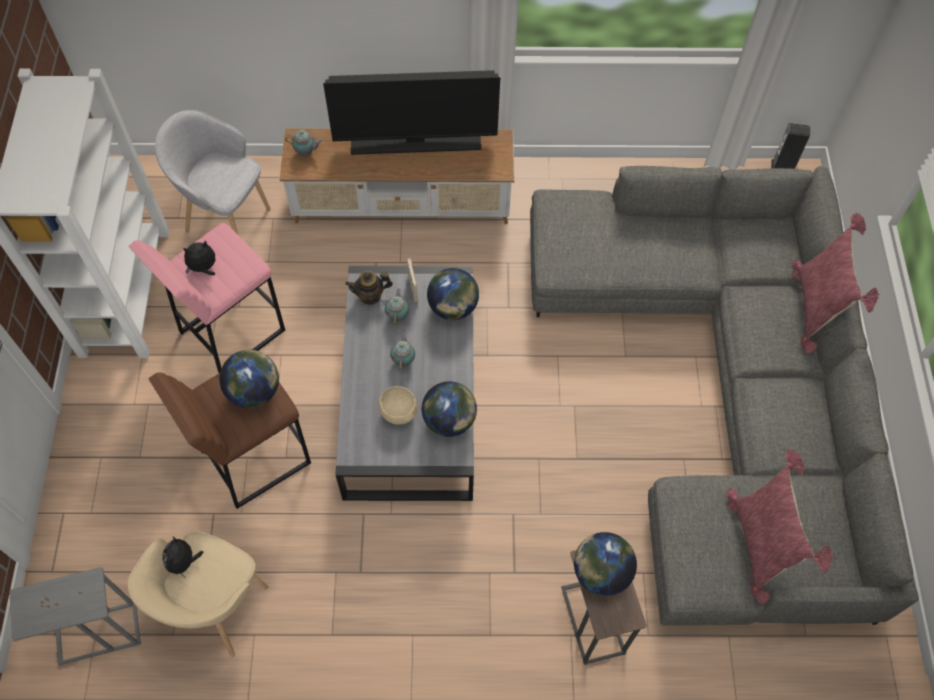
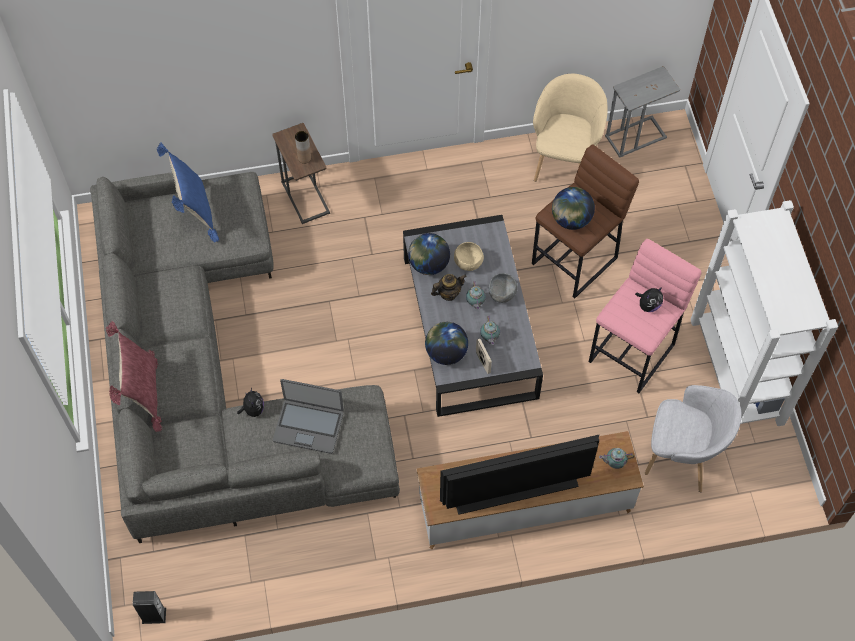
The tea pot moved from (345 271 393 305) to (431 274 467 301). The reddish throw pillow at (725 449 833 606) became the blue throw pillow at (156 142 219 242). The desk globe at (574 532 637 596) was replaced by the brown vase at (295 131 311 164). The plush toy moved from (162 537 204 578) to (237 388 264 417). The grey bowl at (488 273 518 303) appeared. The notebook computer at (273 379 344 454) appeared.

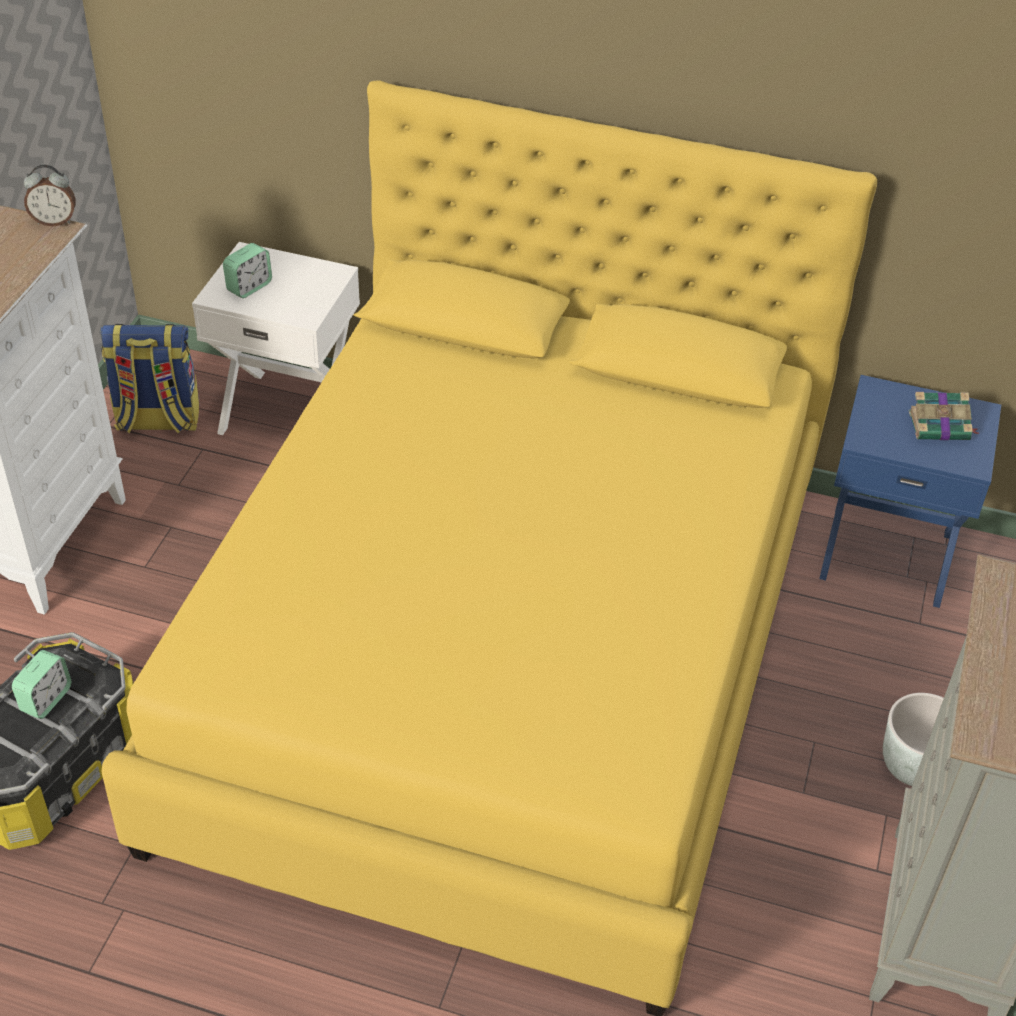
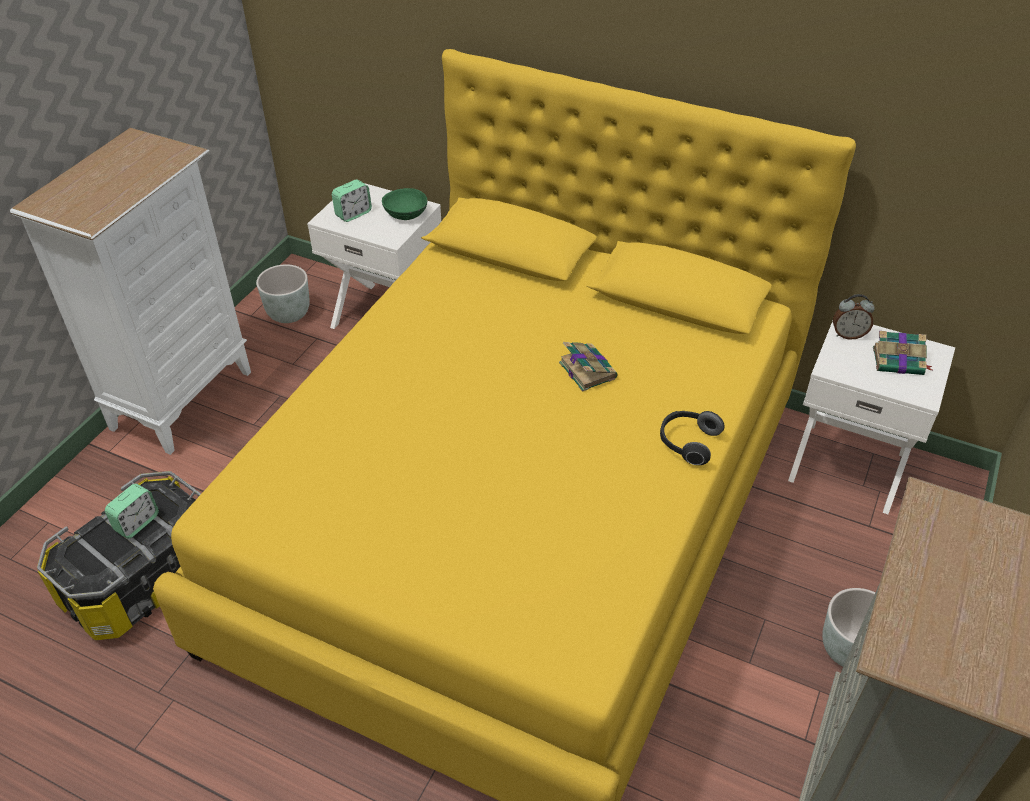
The table clock moved from (24 165 75 226) to (833 294 875 340). The knapsack at (101 324 199 433) was replaced by the grey plant pot at (256 264 310 323). The blue nightstand at (819 375 1001 608) became the white nightstand at (788 321 955 514). The green bowl at (382 188 427 220) appeared. The bound book at (559 342 617 392) appeared. The headphones at (660 411 725 465) appeared.

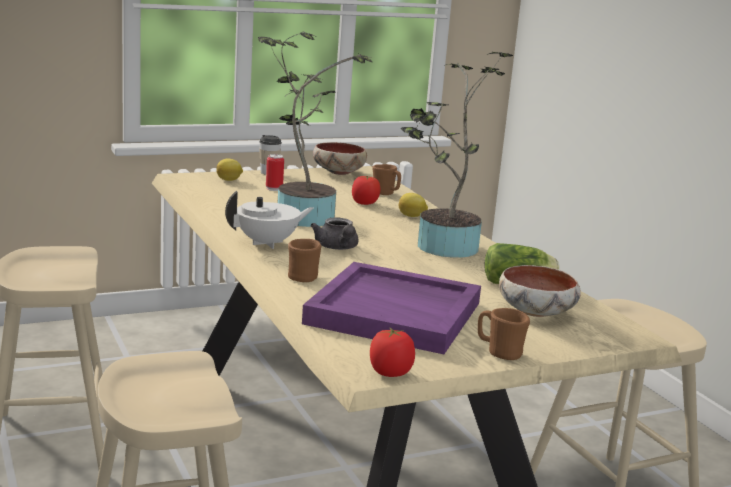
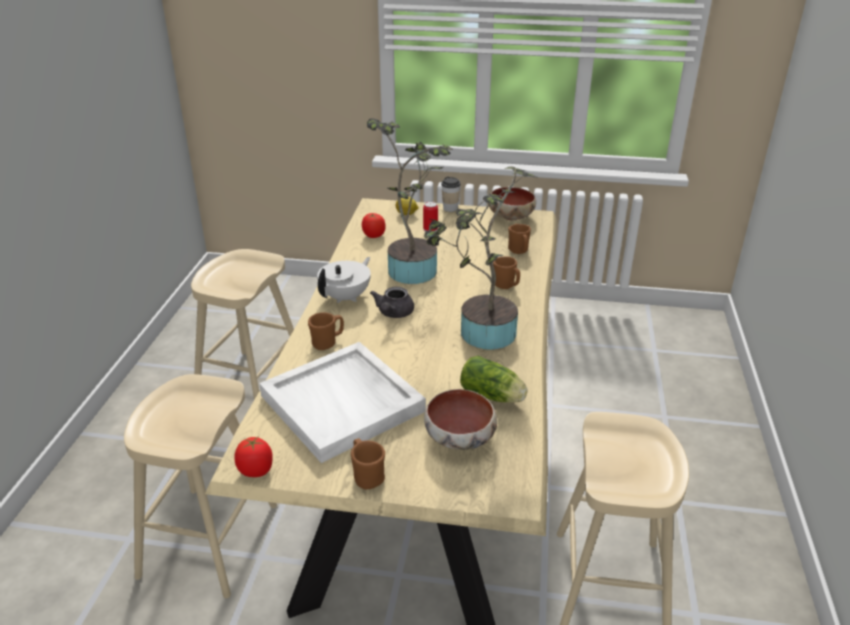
The tomato moved from (352 176 381 205) to (362 213 386 238). The white tea pot at (225 191 314 249) turned 60 degrees counterclockwise. The whole lemon at (398 193 428 217) was replaced by the brown tea mug at (493 256 520 289). The purplish serving tray at (302 262 481 354) became the white serving tray at (259 342 426 463).

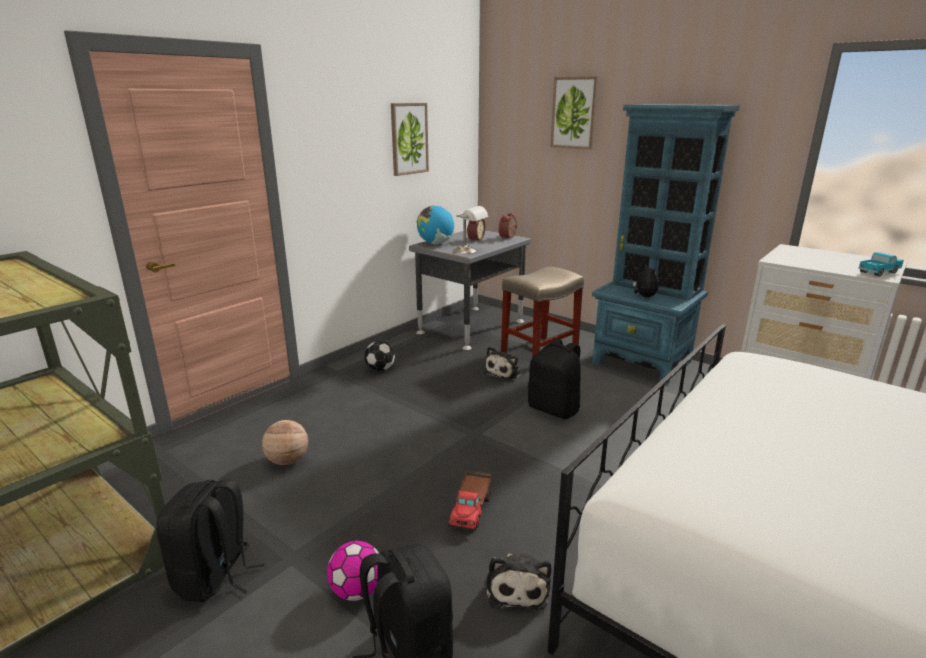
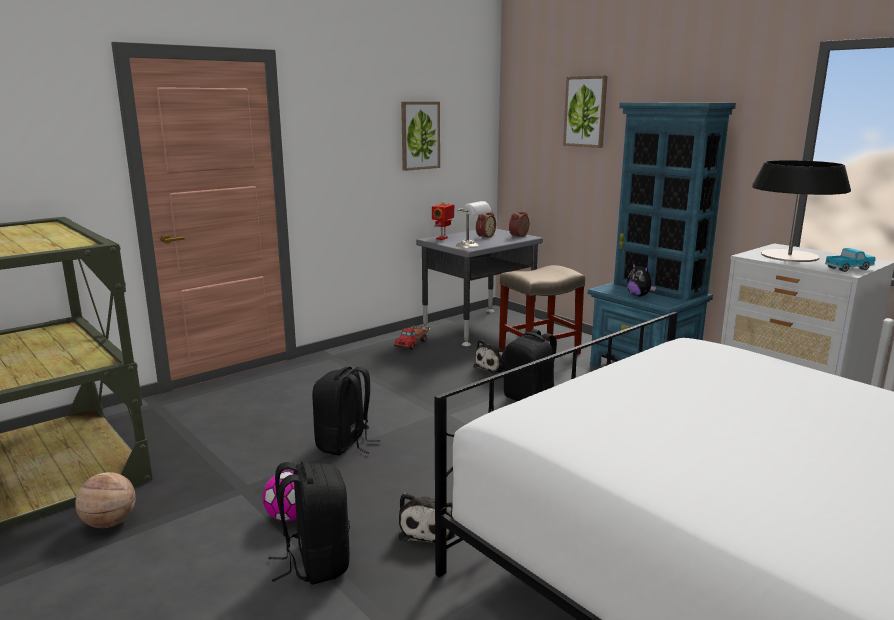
The desk globe at (417 205 454 244) was replaced by the toy robot at (432 201 454 240). The plush toy at (633 264 659 297) turned 150 degrees clockwise. The football at (364 341 395 371) disappeared. The ball for basketball moved from (262 420 308 465) to (75 472 136 528). The toy lorry moved from (448 471 491 531) to (394 325 429 349). The black-coloured knapsack moved from (156 479 264 602) to (312 367 380 456). The tabletop lamp at (752 160 851 262) appeared.

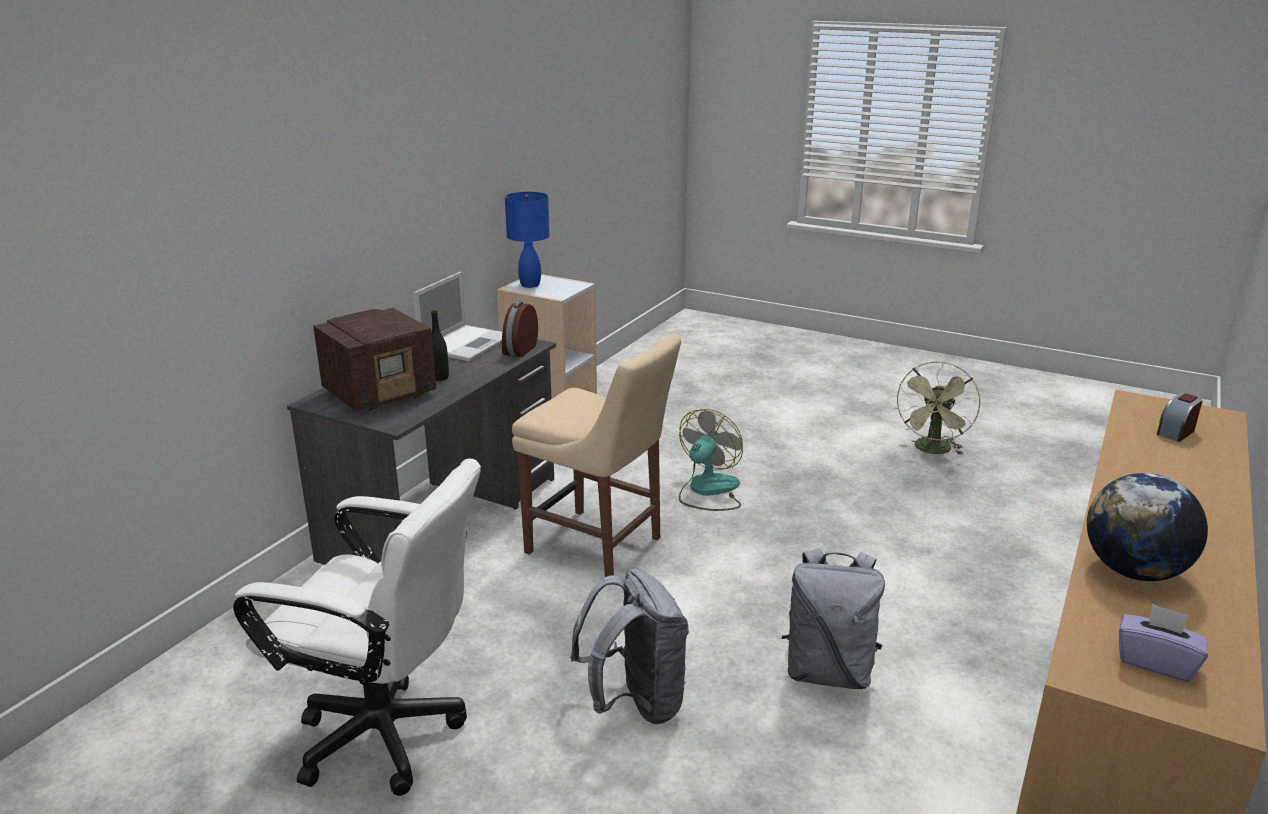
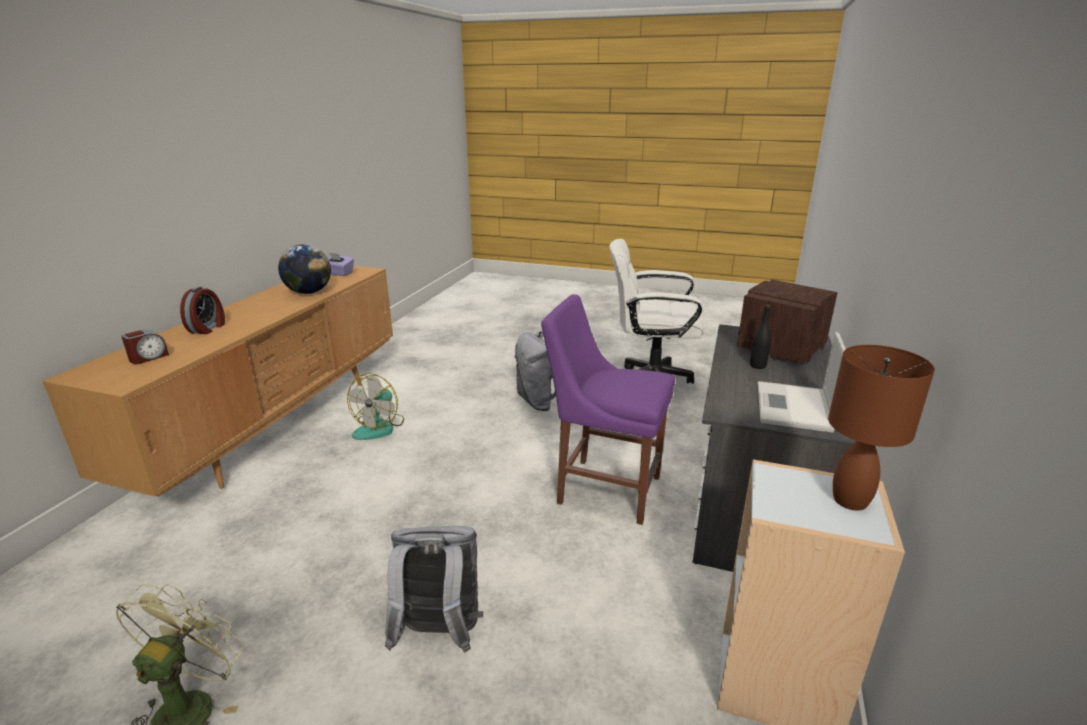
The blue tabletop lamp at (505 192 550 288) became the brown tabletop lamp at (828 345 935 510). The table clock moved from (502 301 538 357) to (180 287 225 334). The beige plain chair at (512 333 681 577) became the purplish plain chair at (541 294 675 525). The electric fan moved from (679 409 743 511) to (347 373 404 440). The grey knapsack moved from (782 548 885 689) to (385 526 483 653).

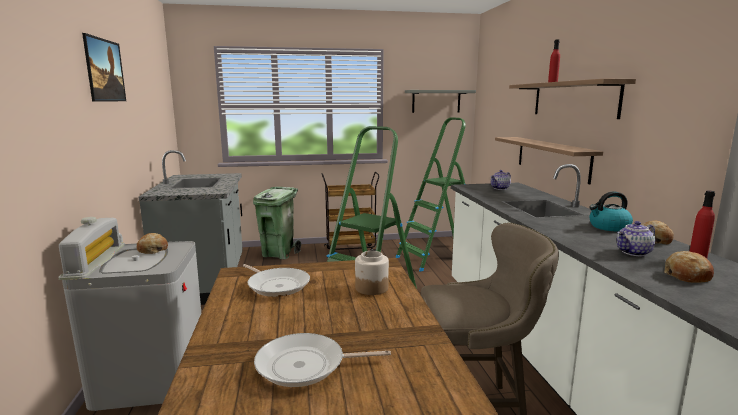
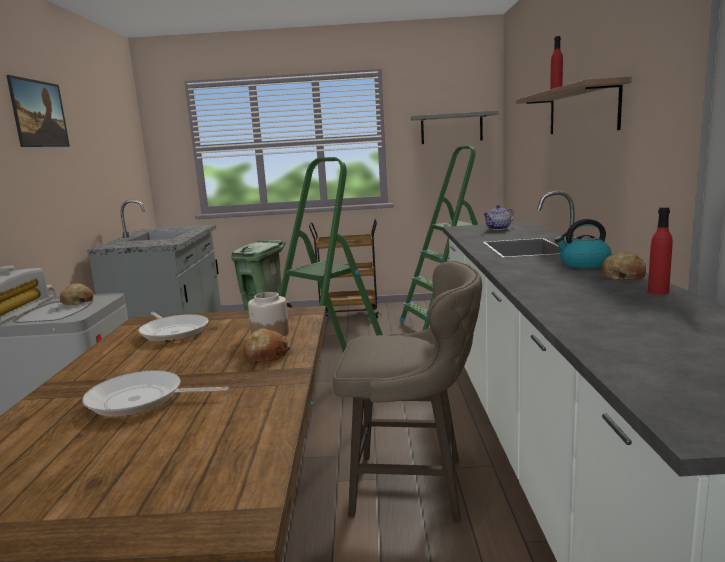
The bracket shelf at (495 137 603 184) disappeared. The tea pot at (617 221 655 256) disappeared. The bread moved from (664 251 714 283) to (243 328 290 362).

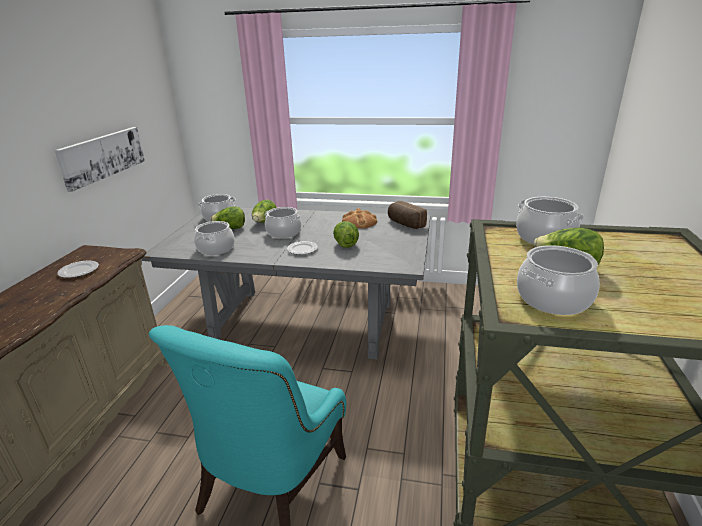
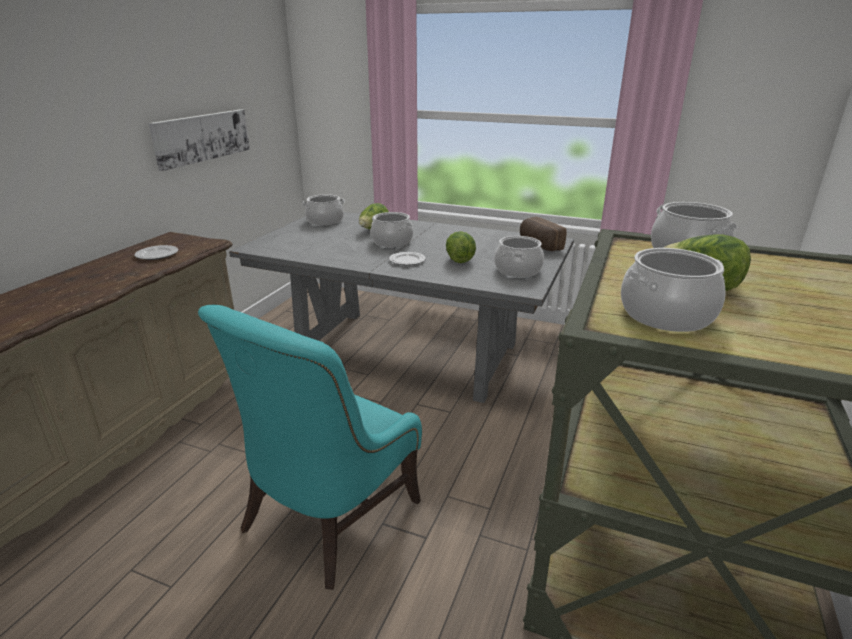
The head of lettuce at (210 207 245 229) disappeared. The bread at (342 208 377 228) disappeared. The saucepot moved from (194 221 235 255) to (494 236 544 277).

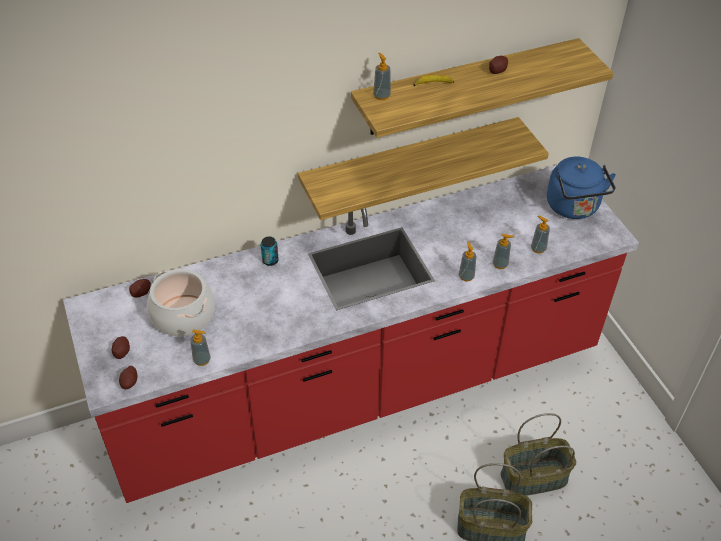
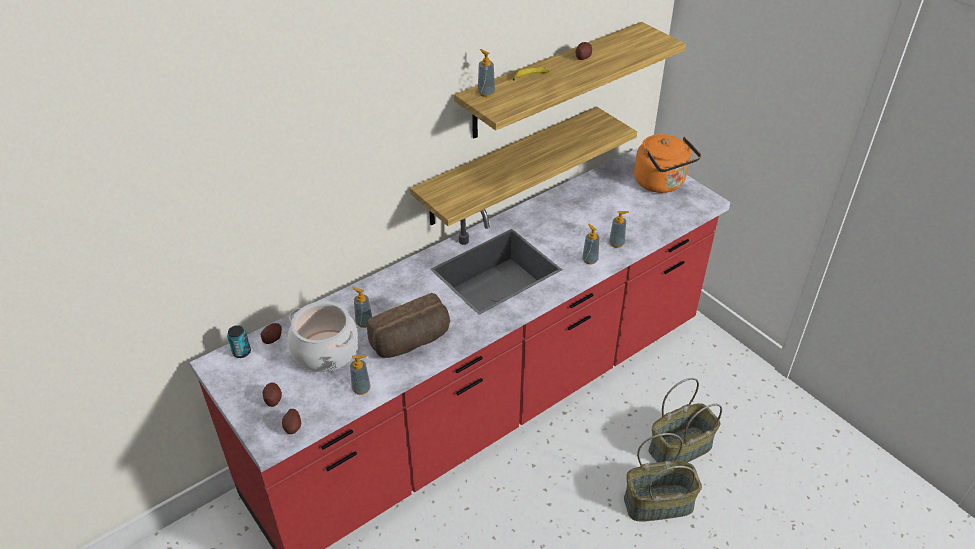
The blue tea kettle at (547 157 616 219) became the orange tea kettle at (634 134 701 193). The soap bottle moved from (531 215 550 253) to (352 287 372 328). The can moved from (261 236 279 266) to (227 325 251 358). The bread at (367 293 450 358) appeared.

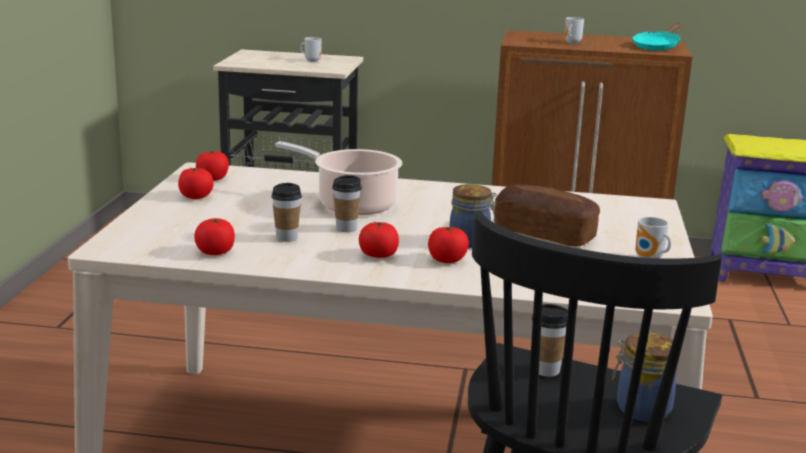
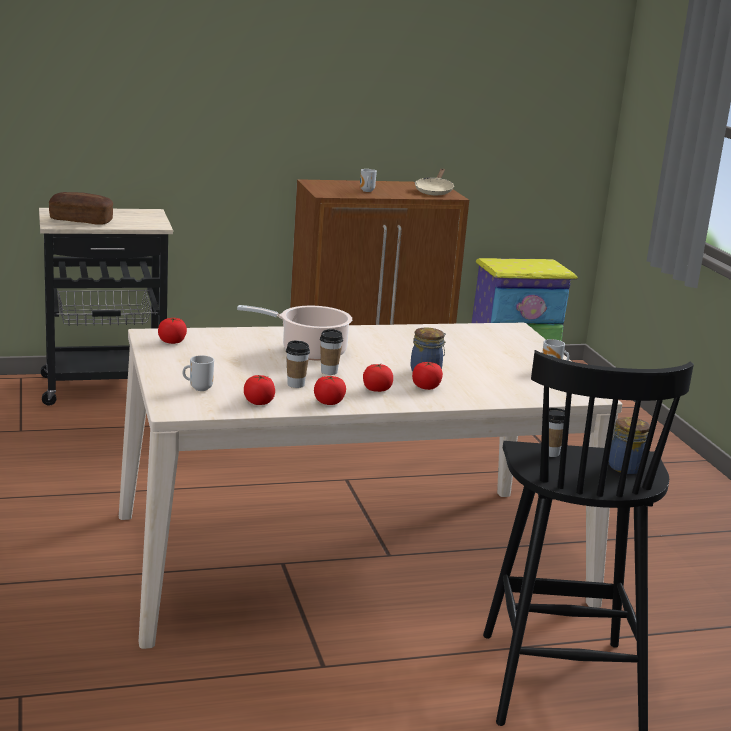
The blue-green skillet at (633 23 682 51) became the beige skillet at (415 169 454 195). The tea mug moved from (300 37 322 62) to (183 355 214 391). The tomato moved from (178 168 214 199) to (314 376 346 405). The bread moved from (494 184 600 247) to (49 192 113 225).

